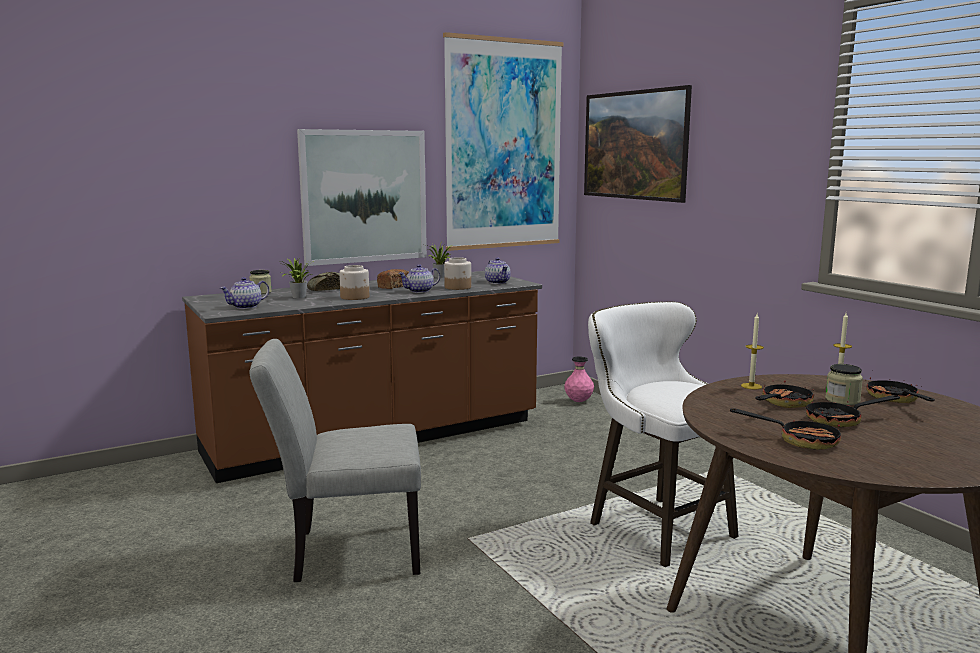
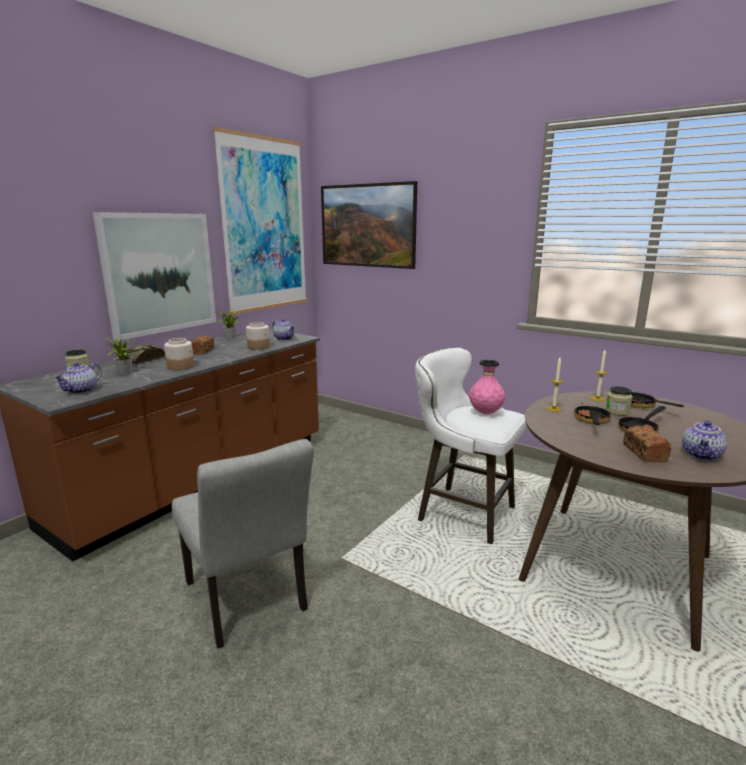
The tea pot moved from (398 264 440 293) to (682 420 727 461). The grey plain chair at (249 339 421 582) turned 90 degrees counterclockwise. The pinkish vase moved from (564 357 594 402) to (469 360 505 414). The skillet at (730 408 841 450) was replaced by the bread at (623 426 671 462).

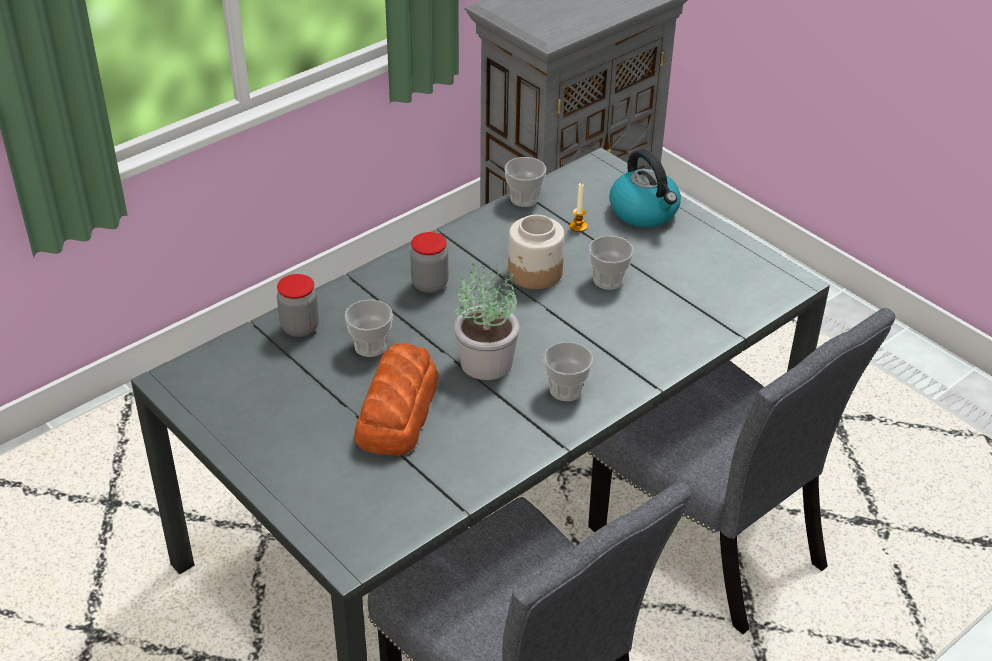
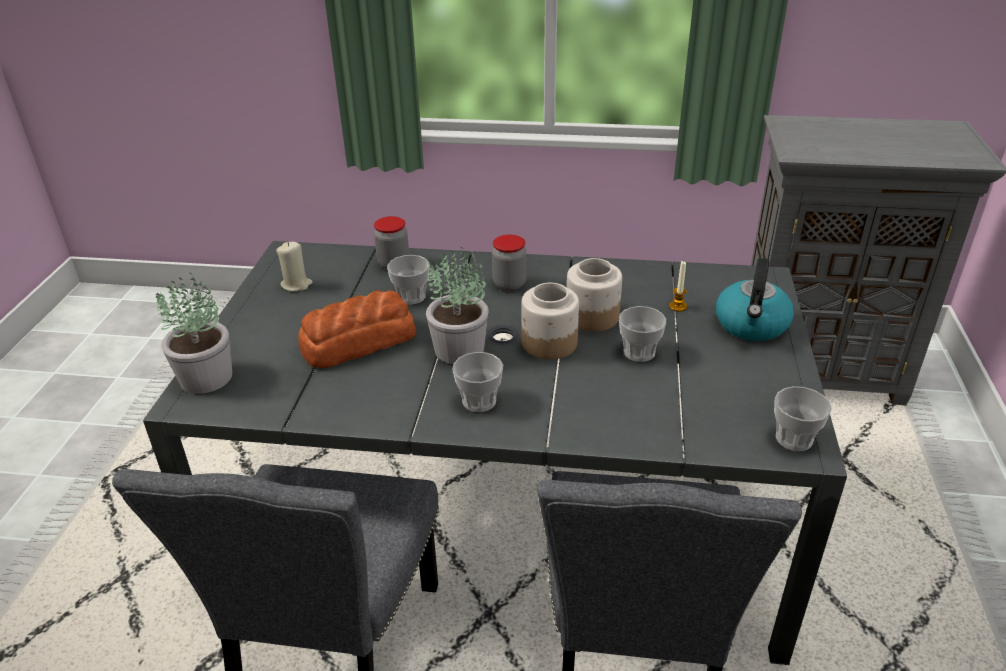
The drinking cup moved from (505 157 546 207) to (774 386 832 451). The beige candle at (276 242 313 291) appeared. The plant in a pot at (155 273 232 394) appeared. The preserve jar at (521 283 579 360) appeared.

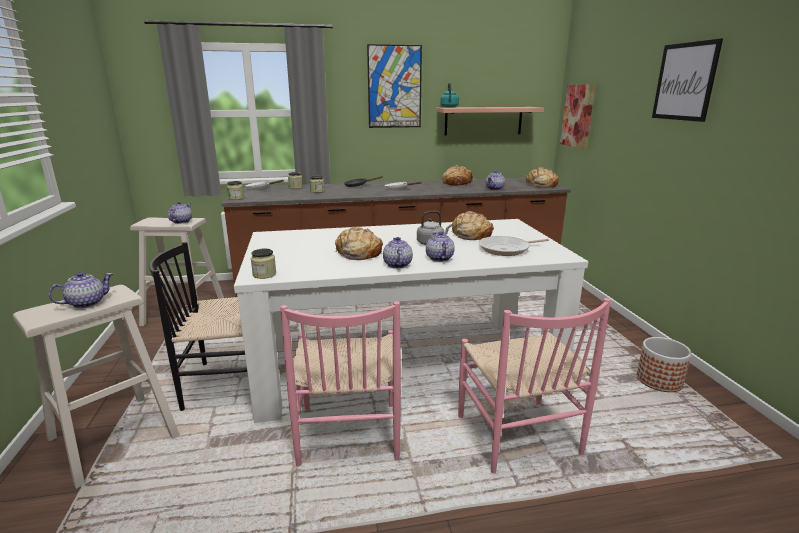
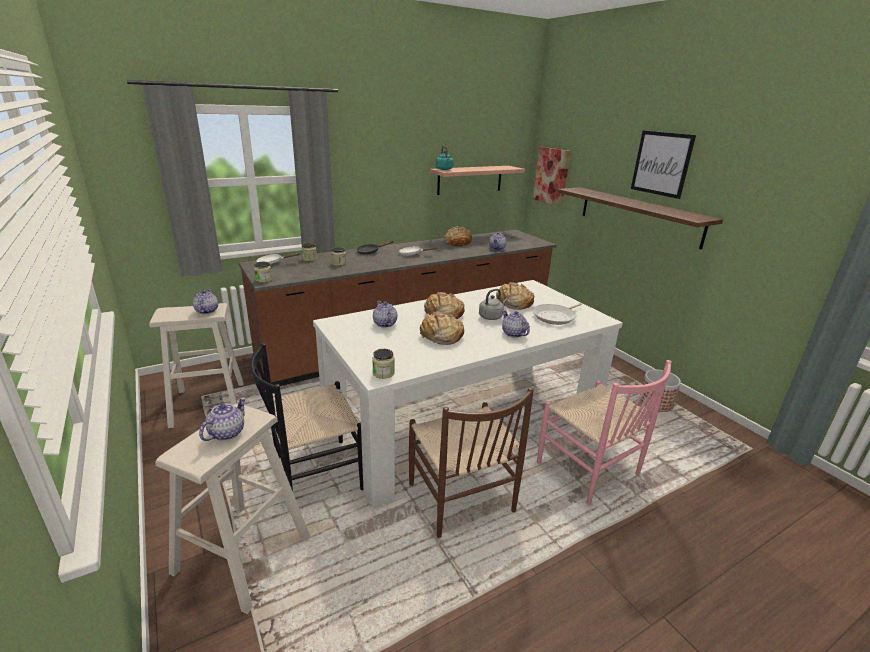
The wall picture at (367 44 422 128) disappeared. The bread moved from (525 167 559 188) to (424 292 465 319). The tea pot moved from (383 237 413 268) to (373 301 397 328). The pinkish plain chair at (280 301 401 466) became the brown plain chair at (409 387 534 538). The bracket shelf at (557 187 723 250) appeared.

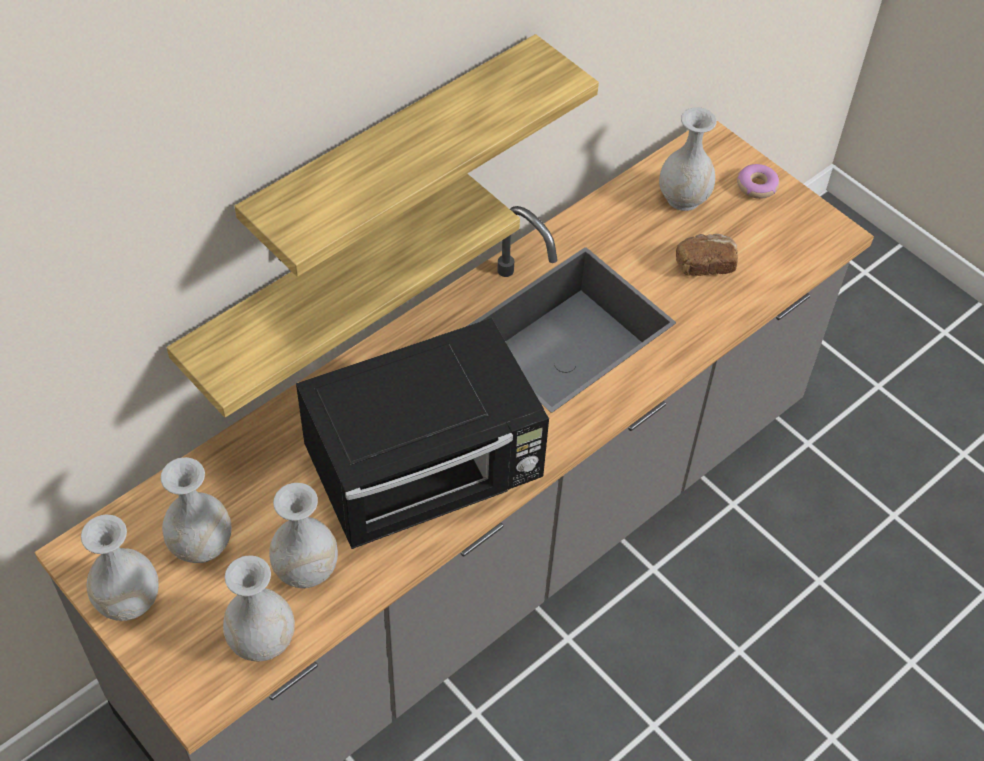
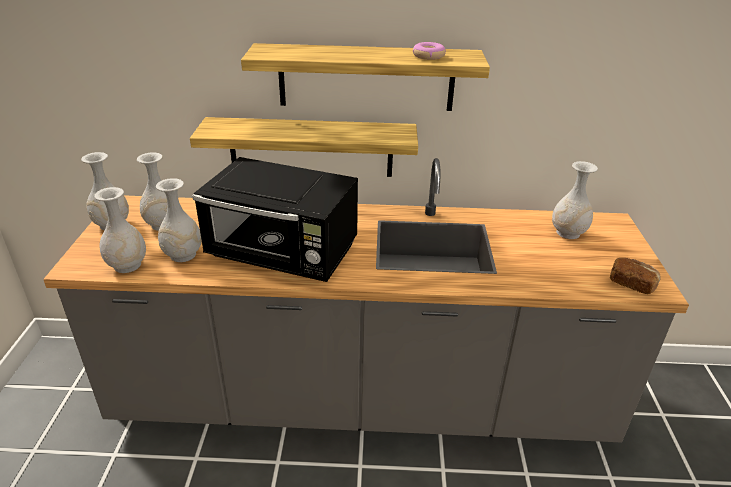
The ring doughnut moved from (737 164 779 199) to (413 42 446 60). The bread moved from (676 234 738 276) to (610 258 661 294).

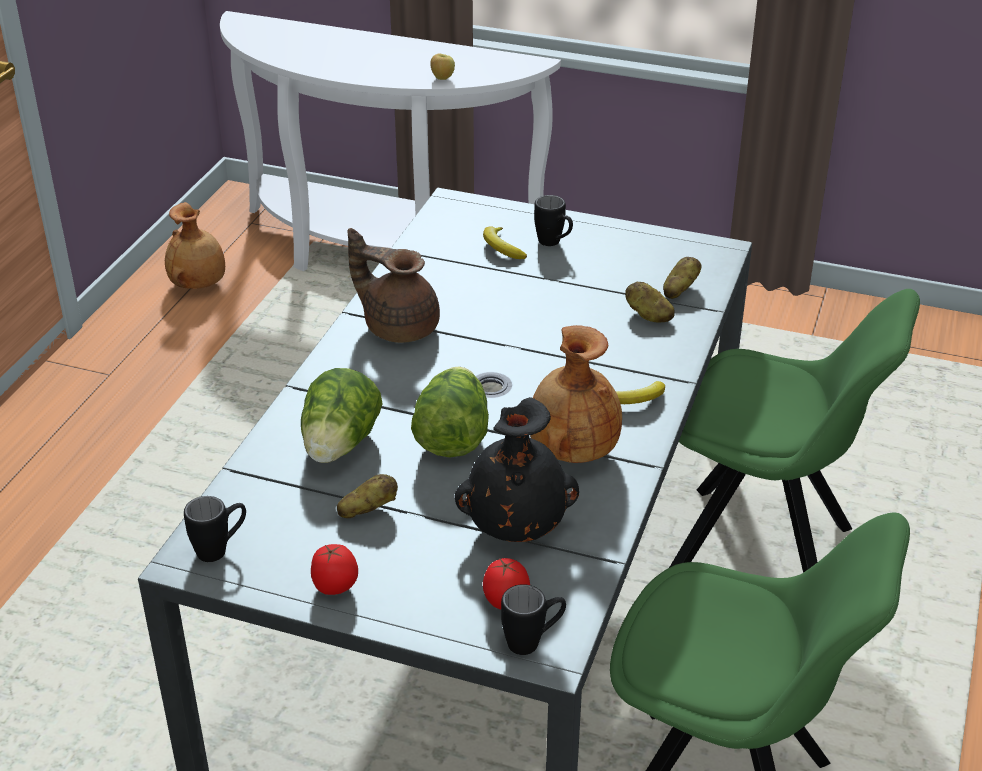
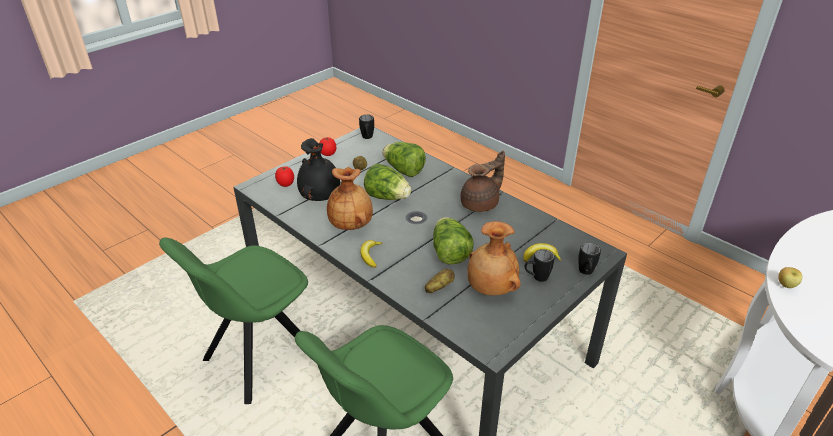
The brown vase moved from (165 202 225 289) to (467 221 521 296). The spud at (663 257 702 299) disappeared. The black-coloured tea mug moved from (501 584 566 655) to (578 243 601 275). The head of lettuce at (433 217 474 264) appeared.

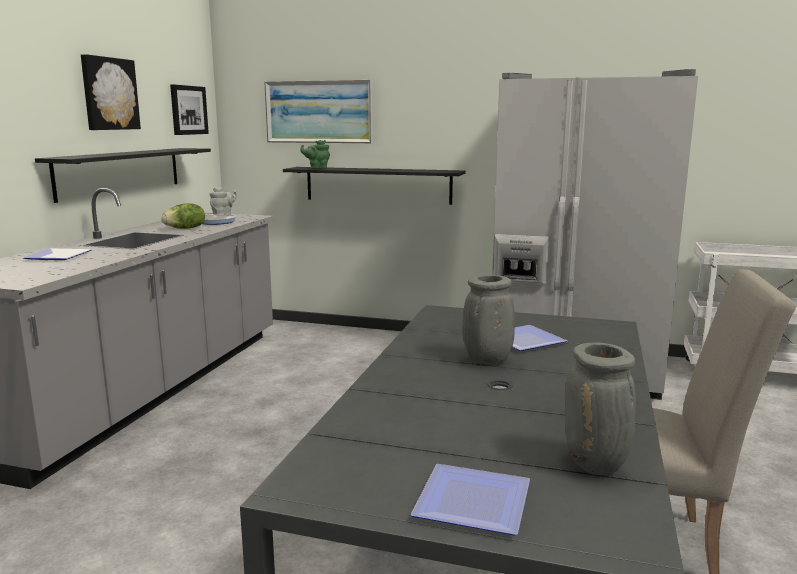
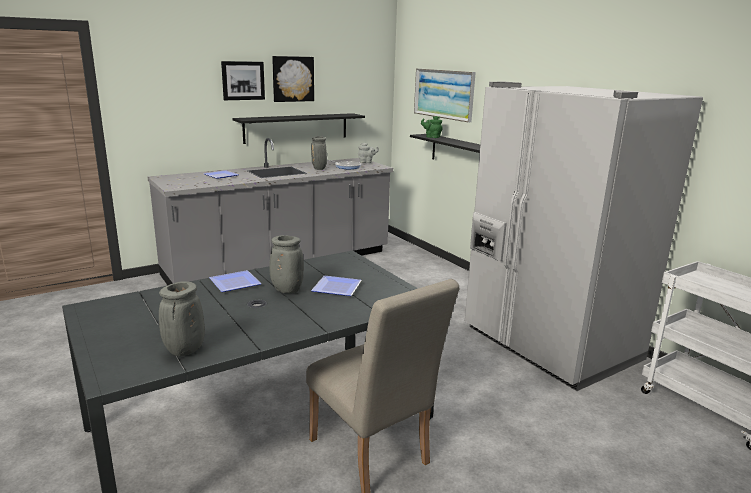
The wall picture moved from (170 84 209 135) to (221 61 265 100). The head of lettuce at (161 203 205 229) was replaced by the grey vase at (311 136 327 170). The plate moved from (411 464 530 536) to (209 270 262 292).

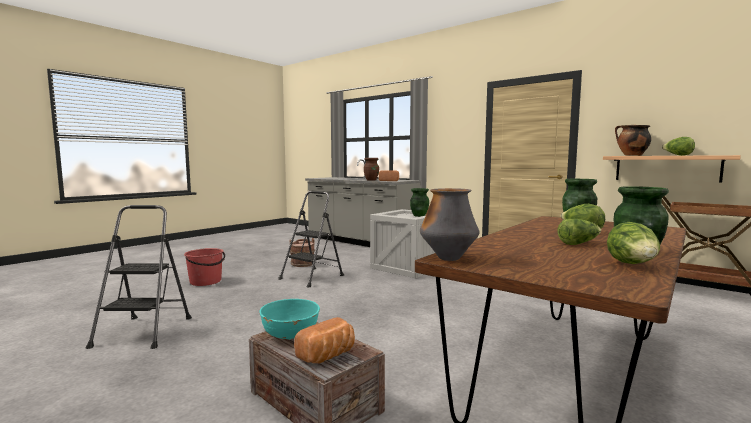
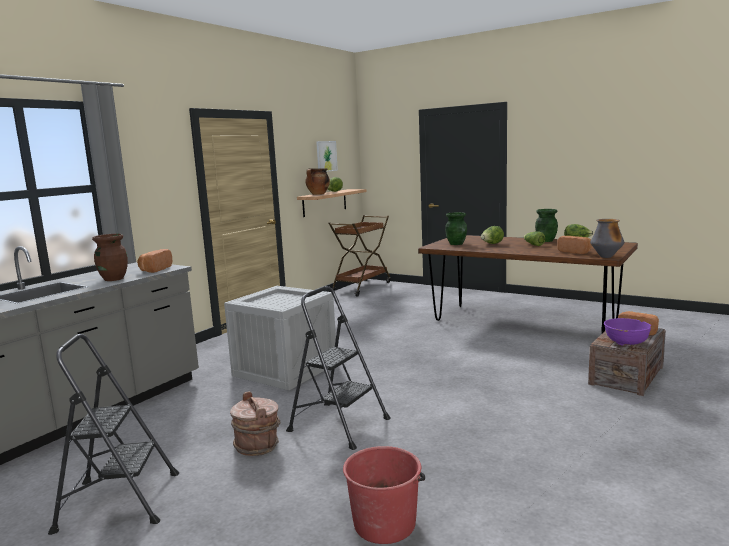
The green vase at (410 188 429 217) disappeared. The black-coloured step ladder moved from (86 205 192 349) to (48 334 179 535). The blue-green bowl at (259 299 320 340) became the purplish bowl at (604 318 651 346). The wall picture at (316 141 338 172) appeared. The bread at (558 236 592 254) appeared.

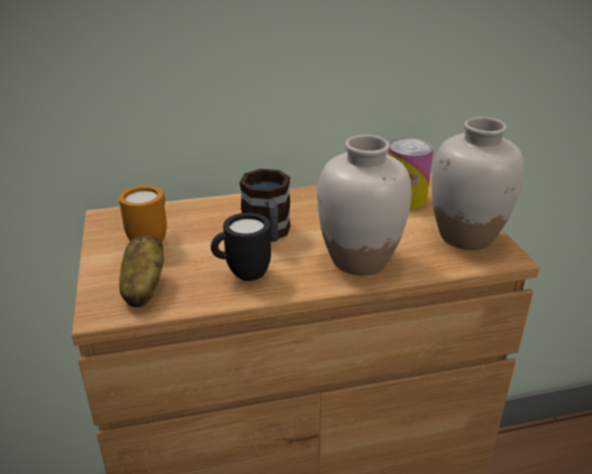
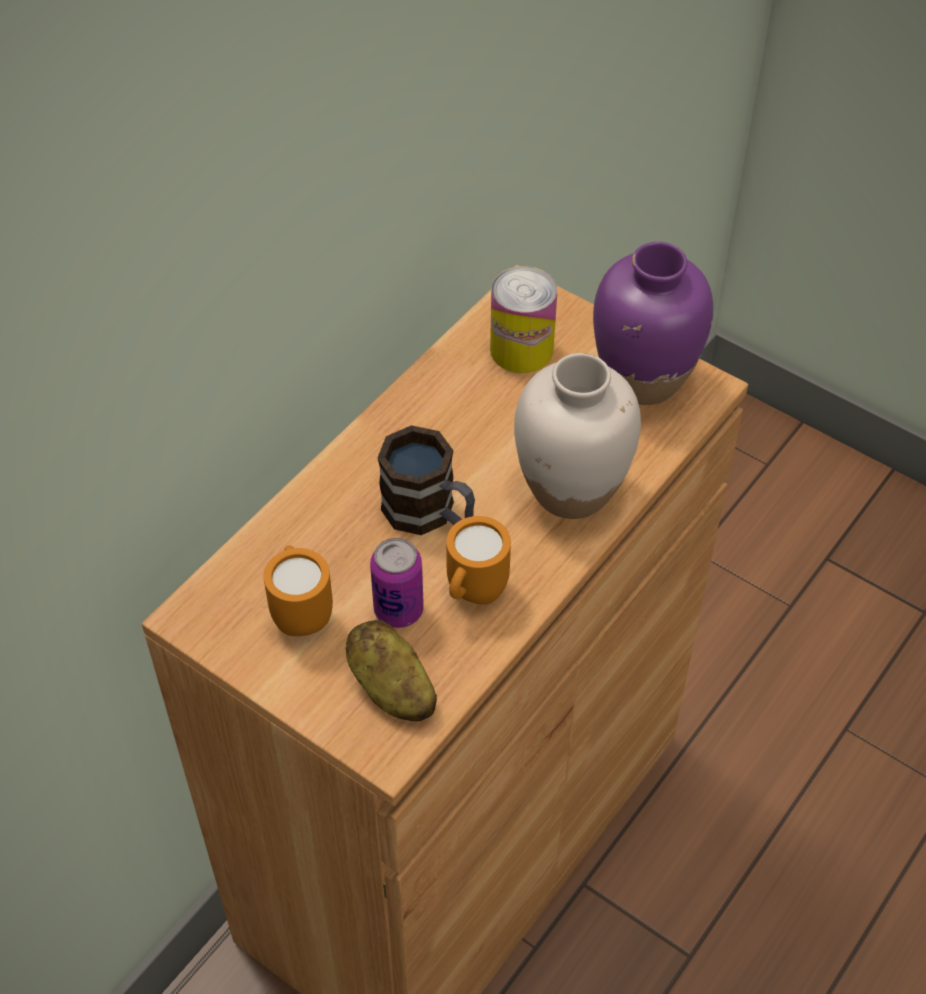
The white vase at (432 117 524 250) became the purplish vase at (593 242 713 405). The black-coloured tea mug at (211 213 271 281) became the orange tea mug at (446 516 511 605). The can at (370 538 424 628) appeared.

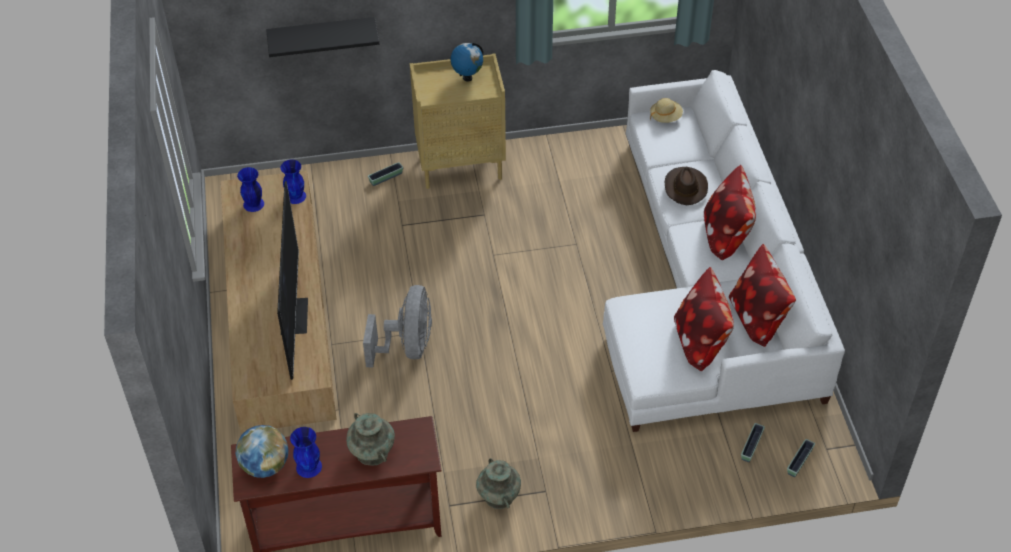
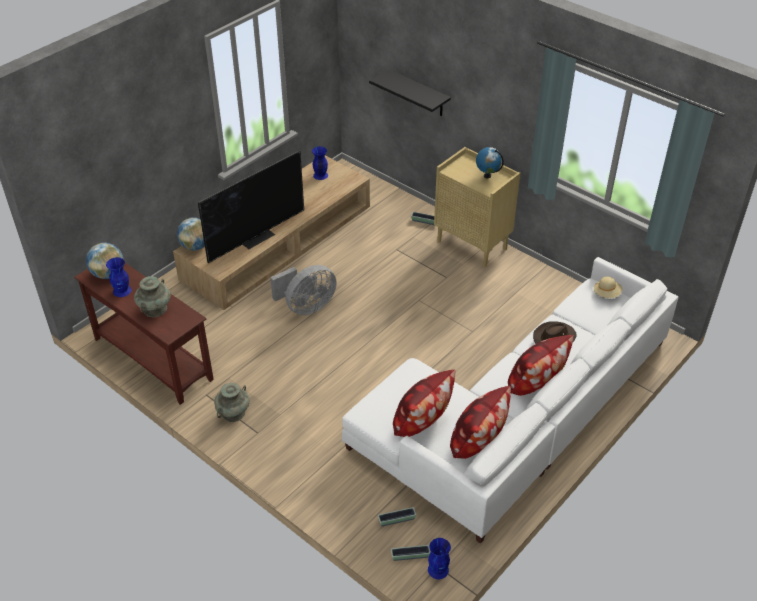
The blue vase moved from (280 160 306 204) to (428 538 451 579). The desk globe at (177 217 205 251) appeared.

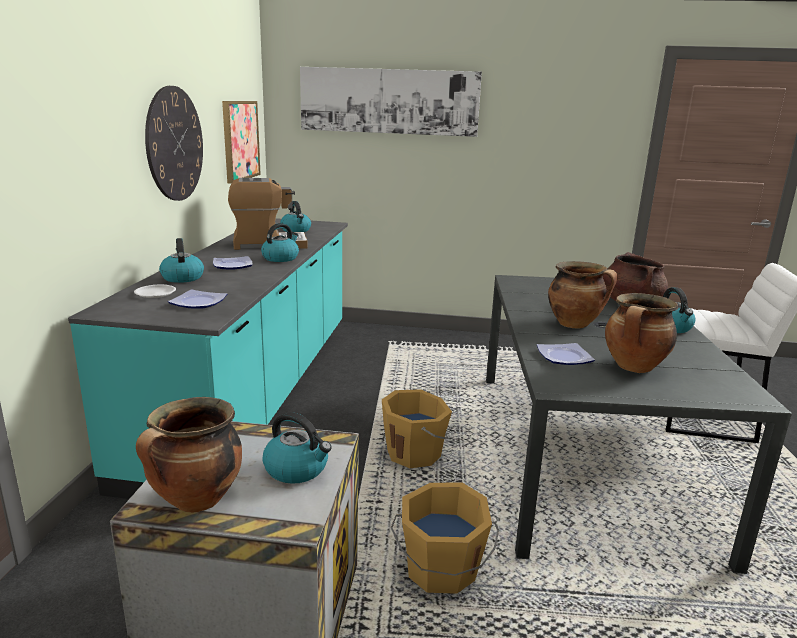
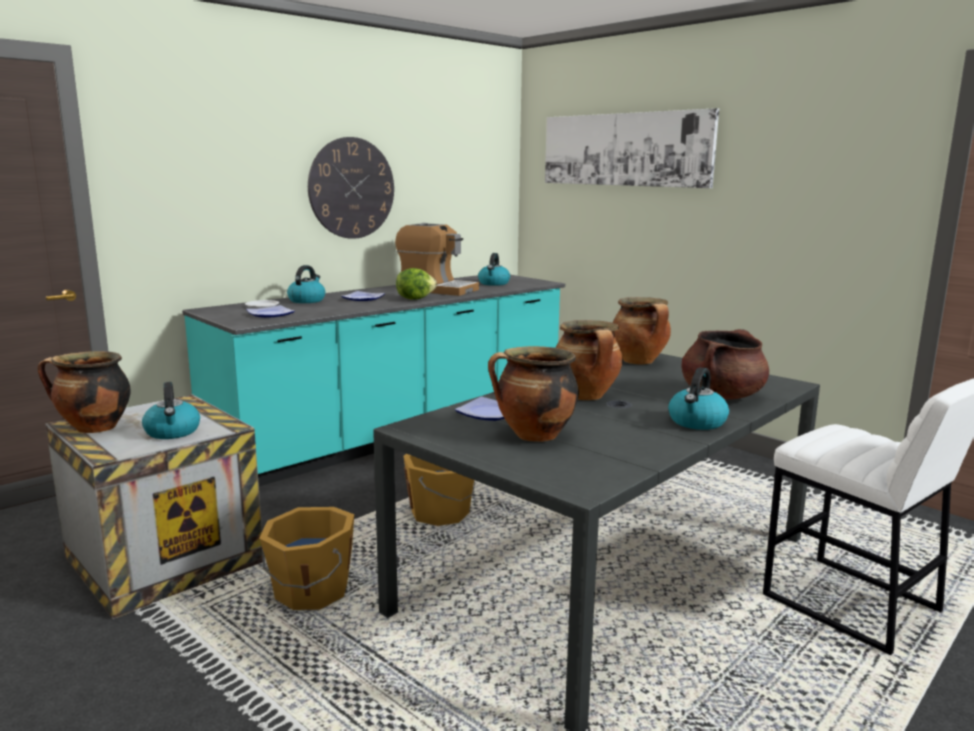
The wall picture at (222 101 261 184) disappeared. The tea kettle at (261 223 299 262) was replaced by the head of lettuce at (396 268 437 300). The saucepot at (613 297 671 364) appeared.

